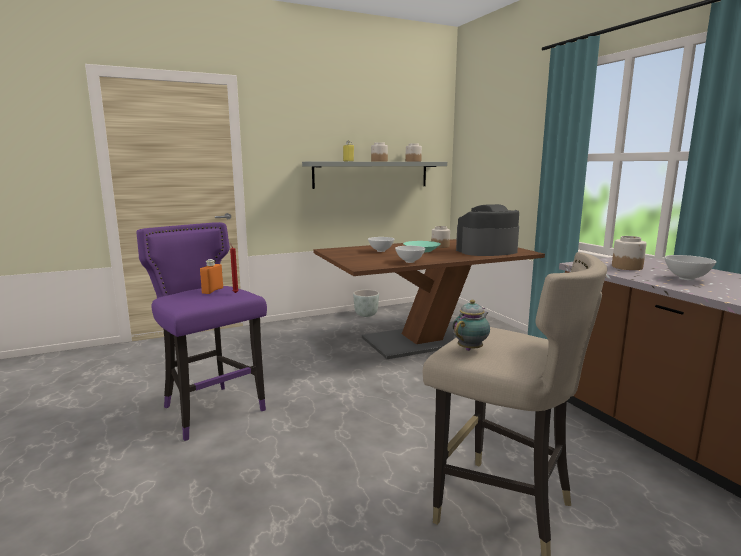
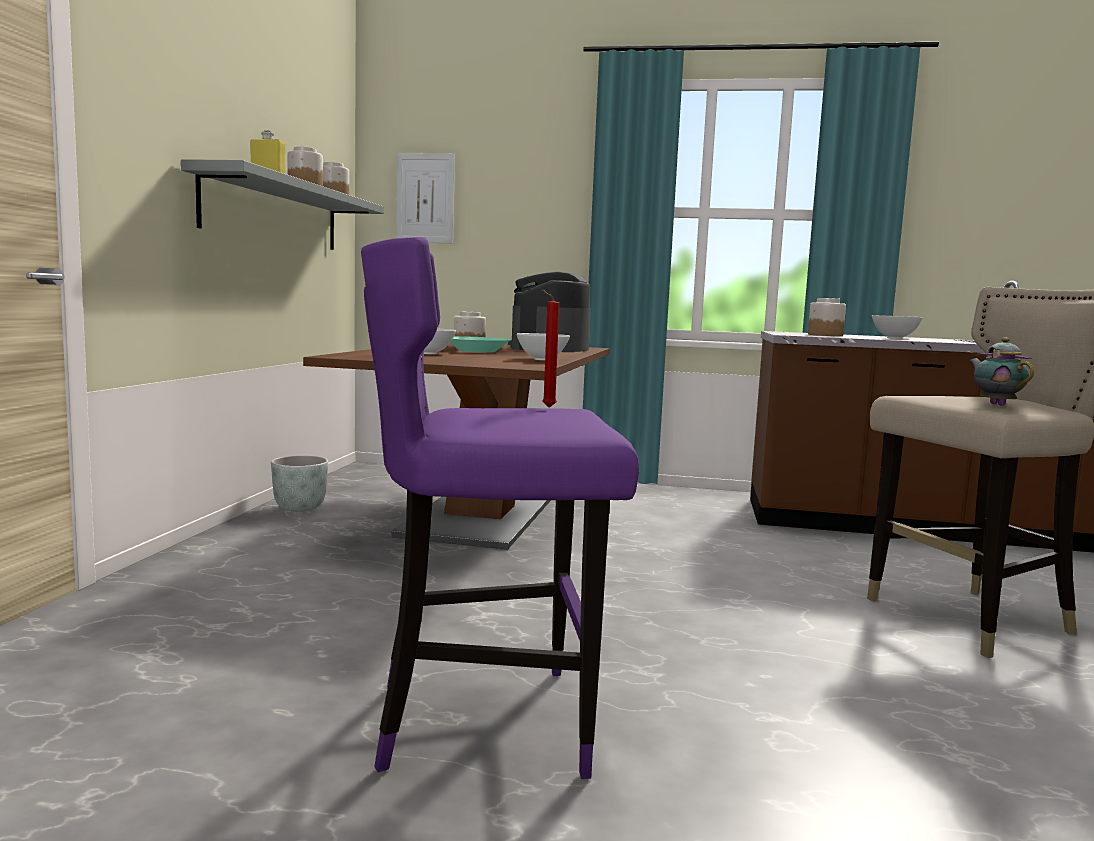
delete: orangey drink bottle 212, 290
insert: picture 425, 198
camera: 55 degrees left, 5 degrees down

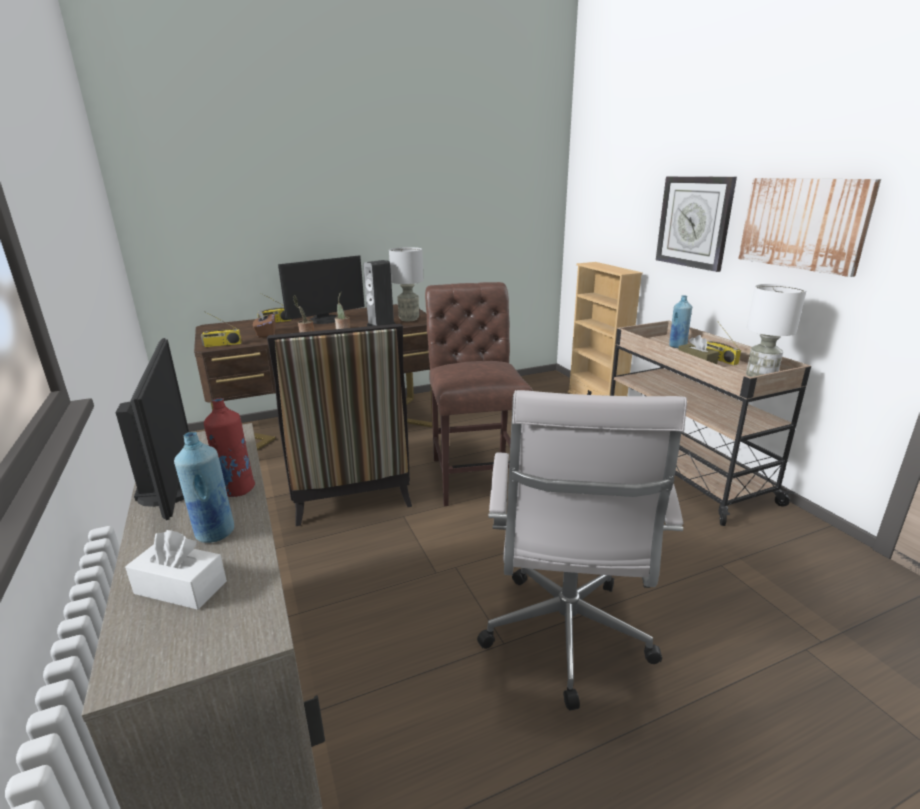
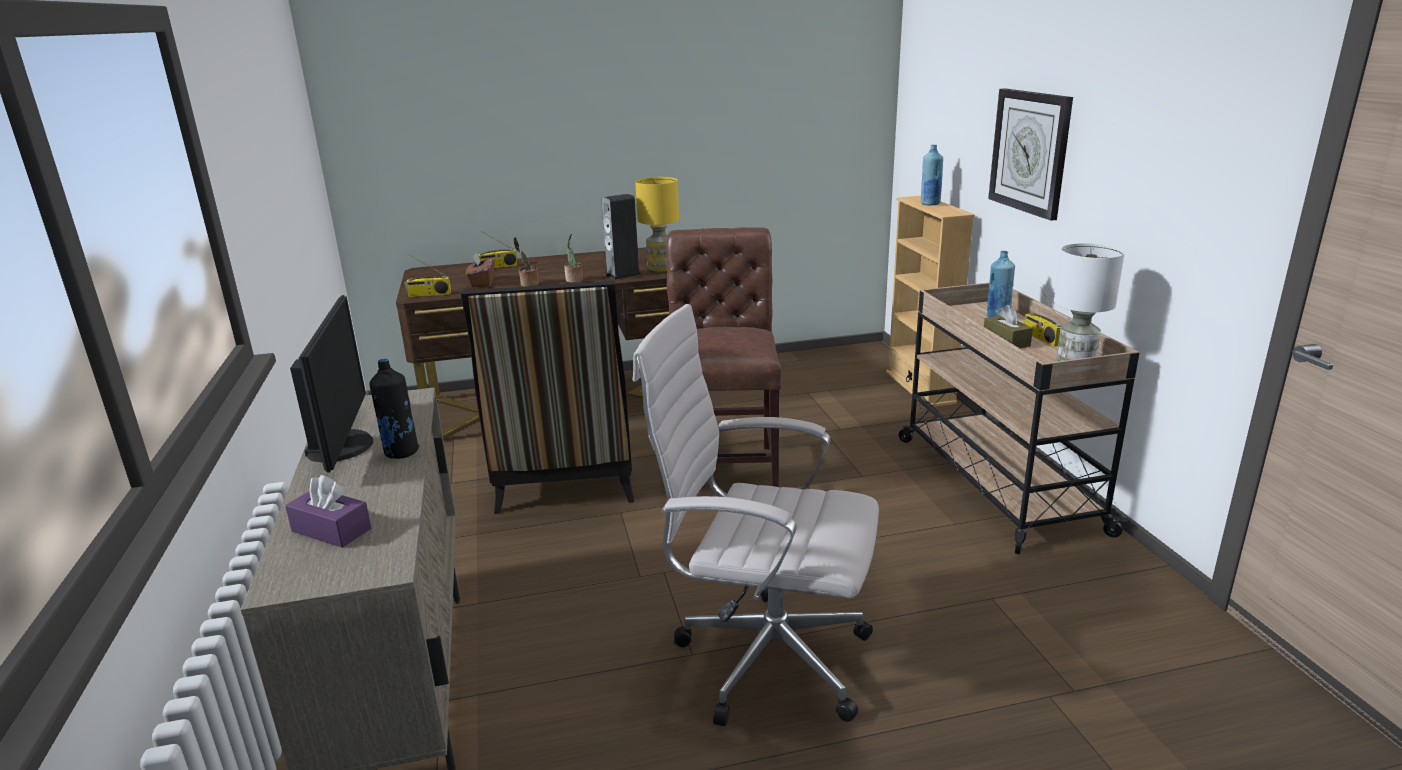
delete: picture 803, 223; computer screen 326, 320
move: blue drink bottle 214, 533 to 930, 204
recolor: greyish tabletop lamp 408, 319 to yellow-coloured tabletop lamp 660, 268; red-coloured drink bottle 237, 489 to black drink bottle 401, 452; white-coloured tissue box 180, 587 to purplish tissue box 331, 530
rotate: white-coloured desk chair 566, 640 = 764, 658 90 degrees clockwise
camera: 10 degrees right, 0 degrees up

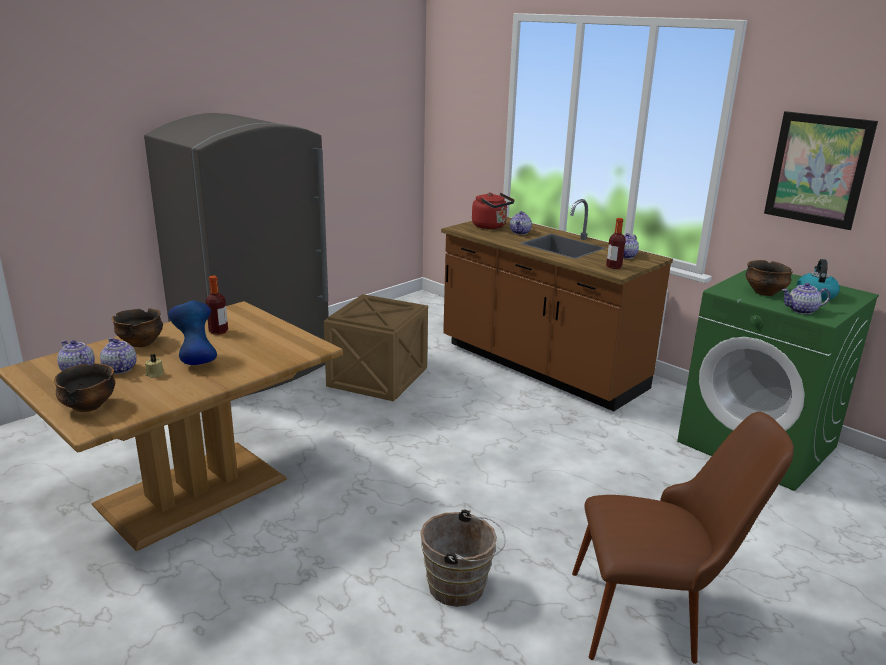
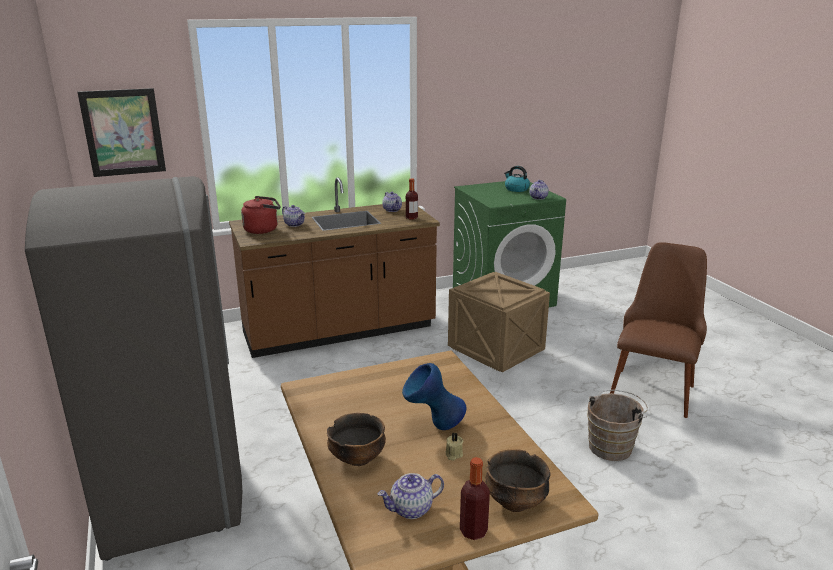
delete: deep dish 764, 292; teapot 119, 369
move: picture 818, 169 to 123, 132; drink bottle 218, 331 to 473, 531; crate 378, 378 to 495, 348
camera: 65 degrees left, 0 degrees up

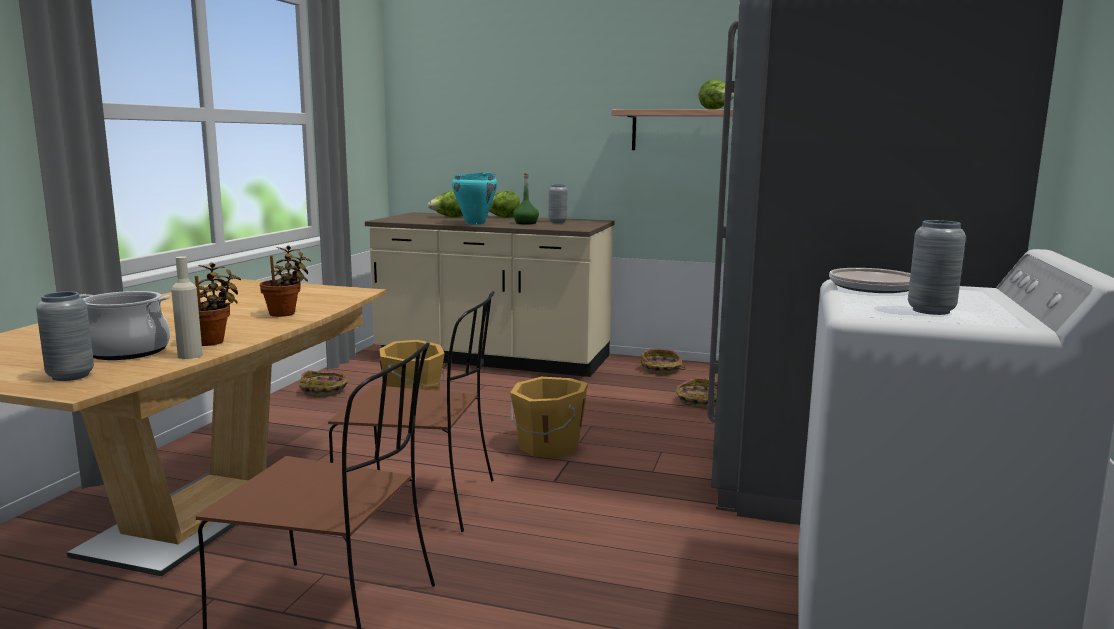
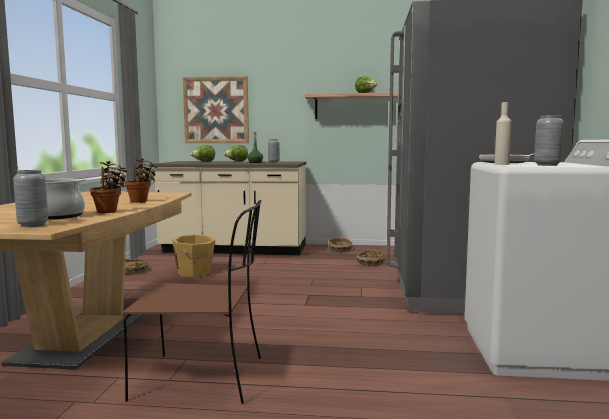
delete: turquoise-coloured saucepot 475, 223; brown-coloured chair 421, 501; orangey bucket 547, 446
insert: picture 216, 110
move: beige drink bottle 190, 355 to 501, 164
camera: 10 degrees left, 5 degrees down

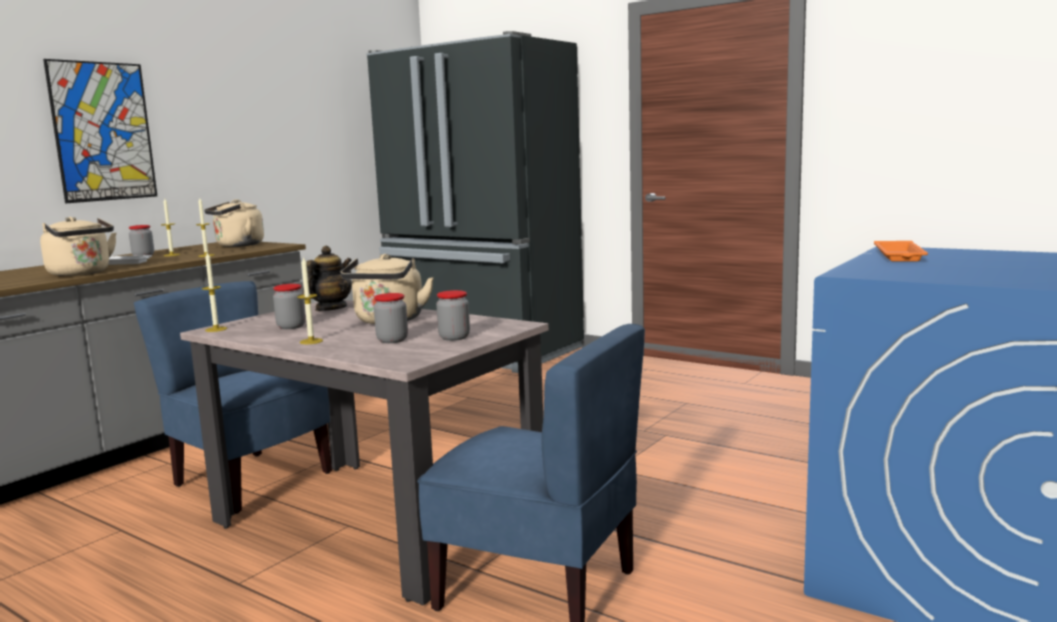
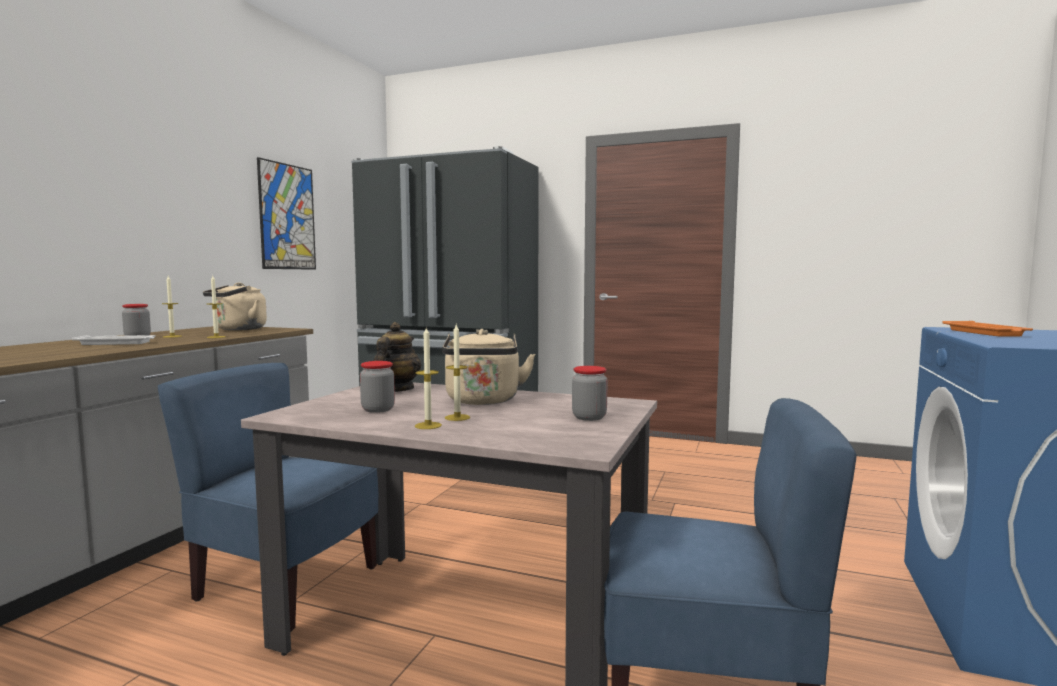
delete: beige water kettle 82, 273; preserve jar 392, 340
move: picture 103, 131 to 287, 217; candle 216, 329 to 457, 417
camera: 15 degrees left, 5 degrees down

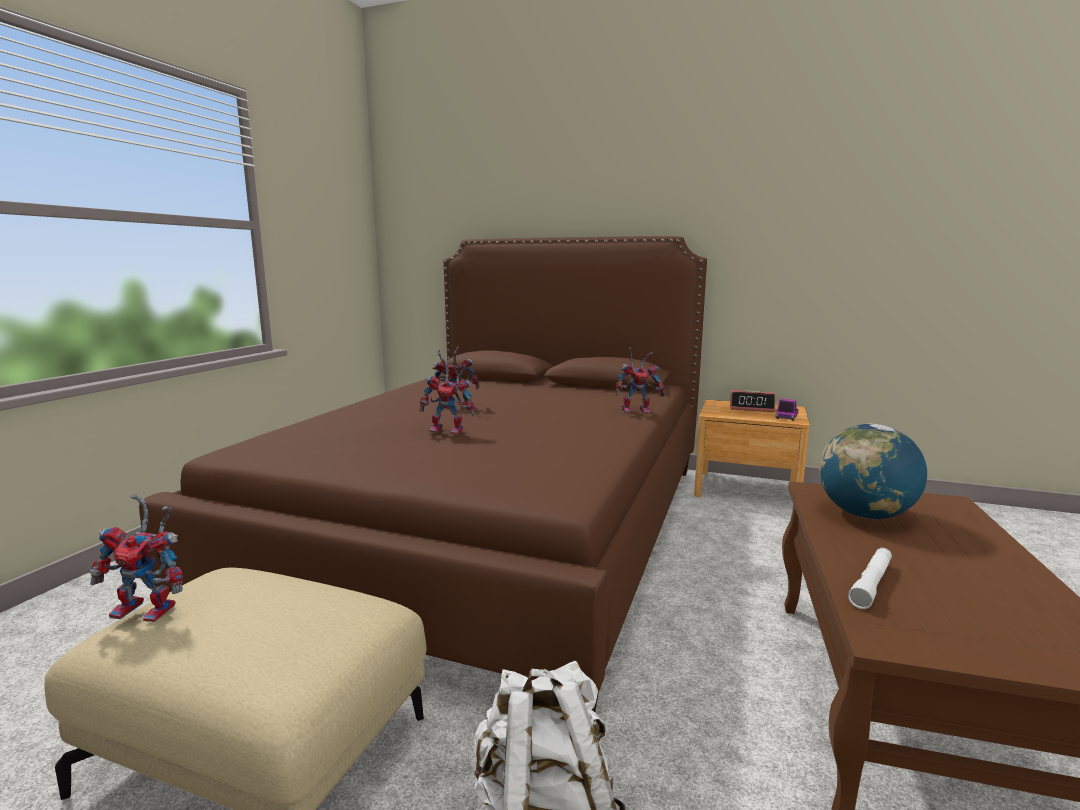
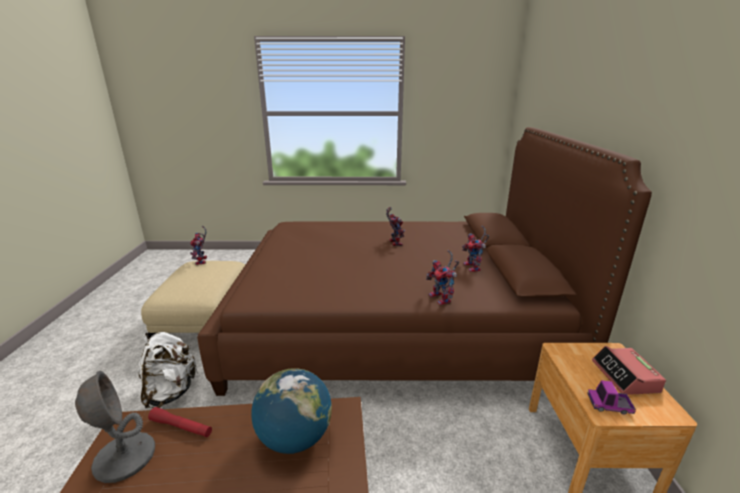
insert: greyish tabletop lamp 124, 457
move: robot figure 450, 430 to 474, 268
recolor: white-coloured torch 871, 584 to red-coloured torch 181, 427
camera: 70 degrees right, 10 degrees up

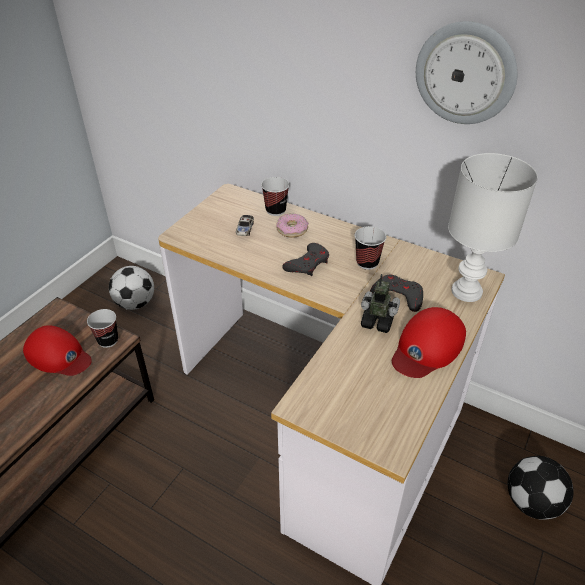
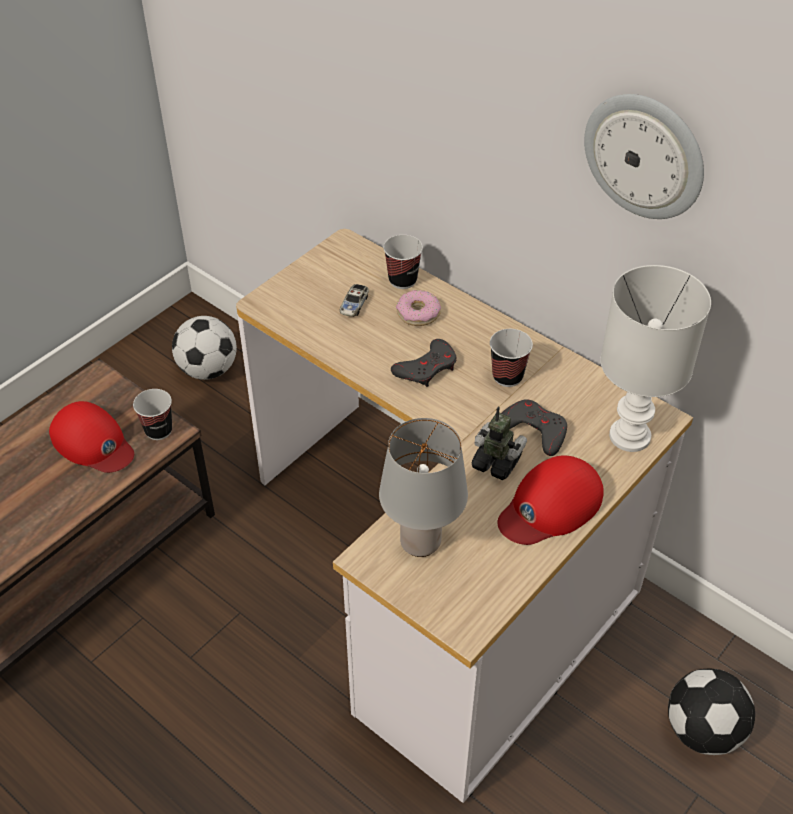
insert: greyish tabletop lamp 421, 542
camera: 10 degrees right, 5 degrees up

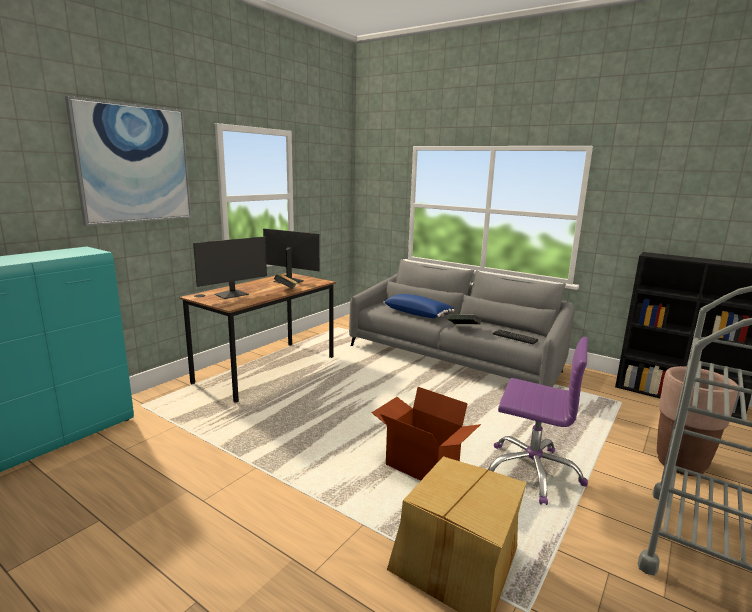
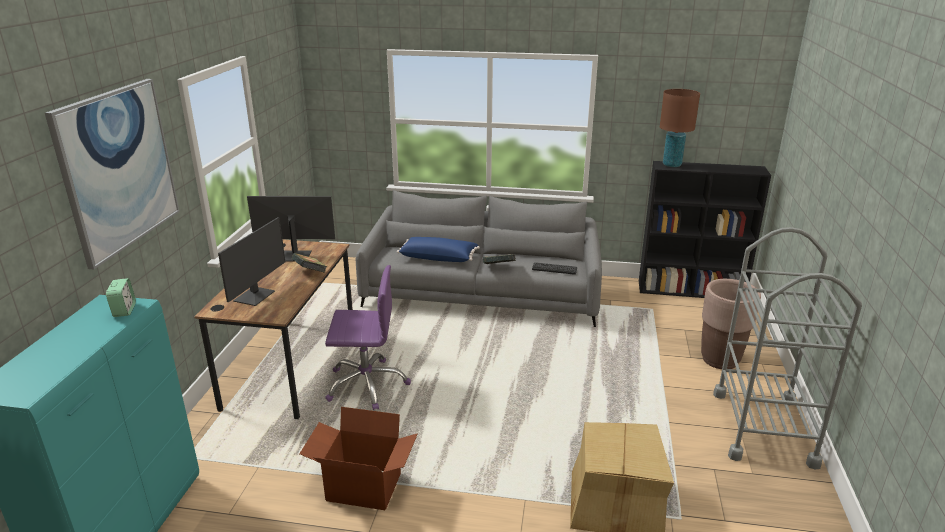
insert: brown-coloured tabletop lamp 672, 165; bedside clock 124, 310
move: purplish desk chair 532, 471 to 367, 384; packing box 421, 465 to 363, 488
camera: 25 degrees left, 10 degrees up

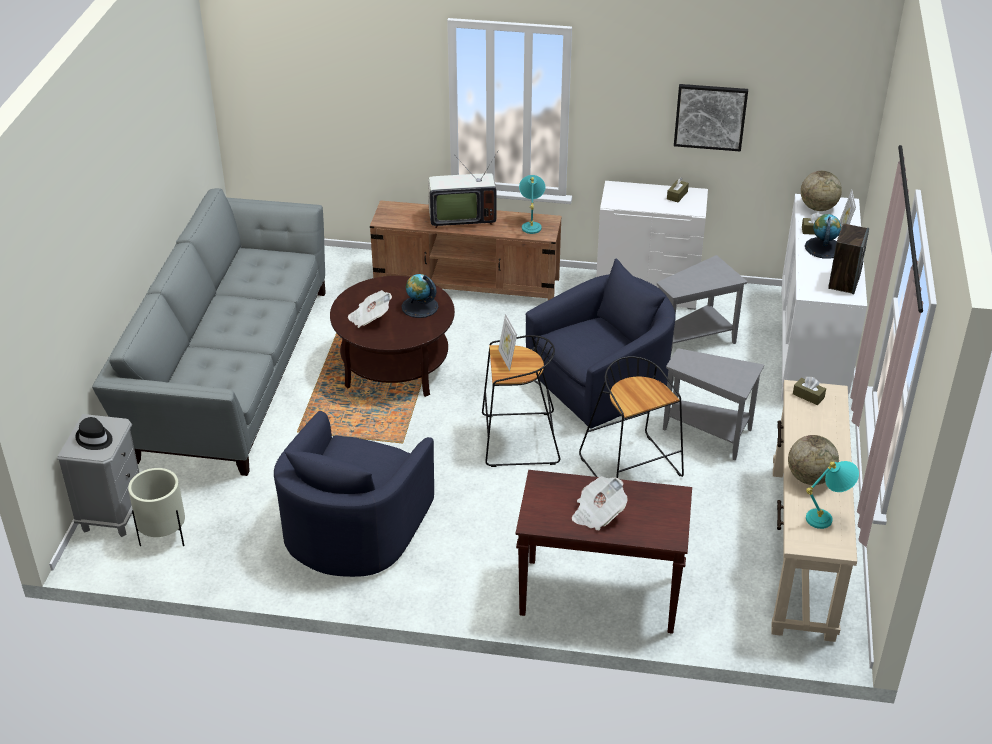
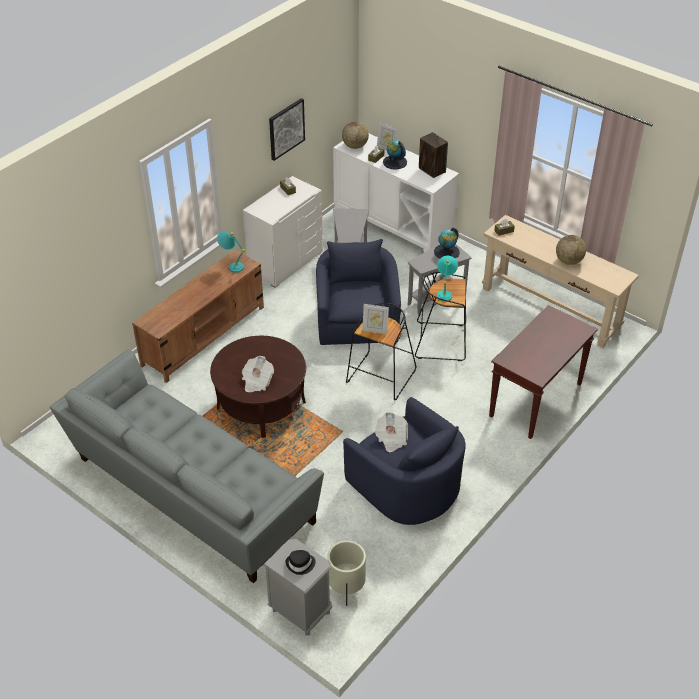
delete: television 461, 217
move: globe 419, 307 to 446, 252; turquoise-coloured tabletop lamp 827, 517 to 445, 292; printed paper 597, 514 to 391, 438
camera: 60 degrees left, 5 degrees up

